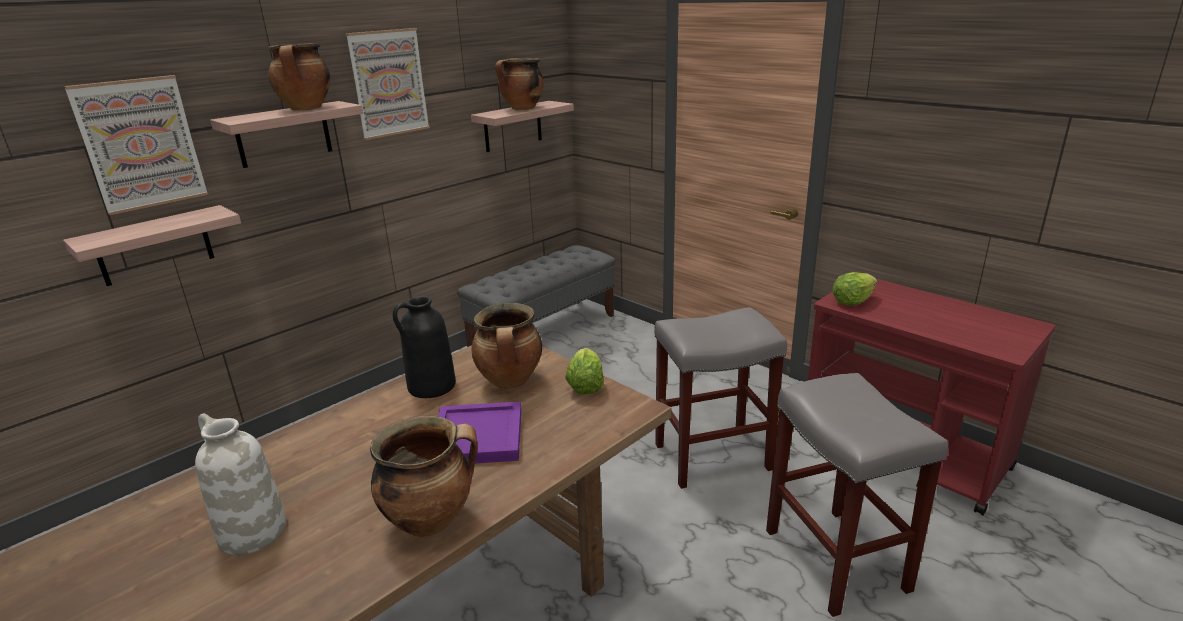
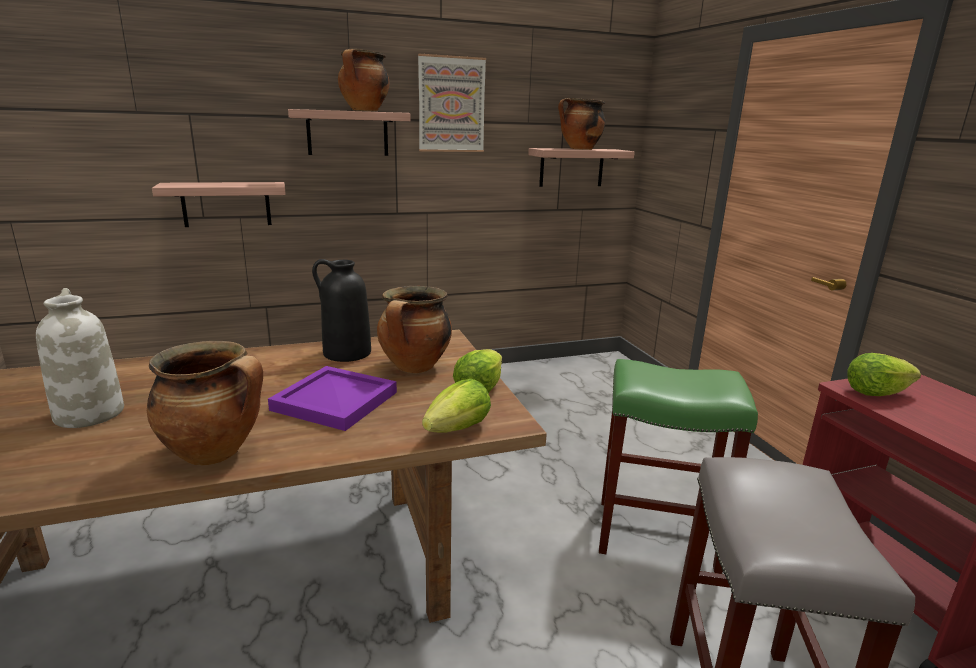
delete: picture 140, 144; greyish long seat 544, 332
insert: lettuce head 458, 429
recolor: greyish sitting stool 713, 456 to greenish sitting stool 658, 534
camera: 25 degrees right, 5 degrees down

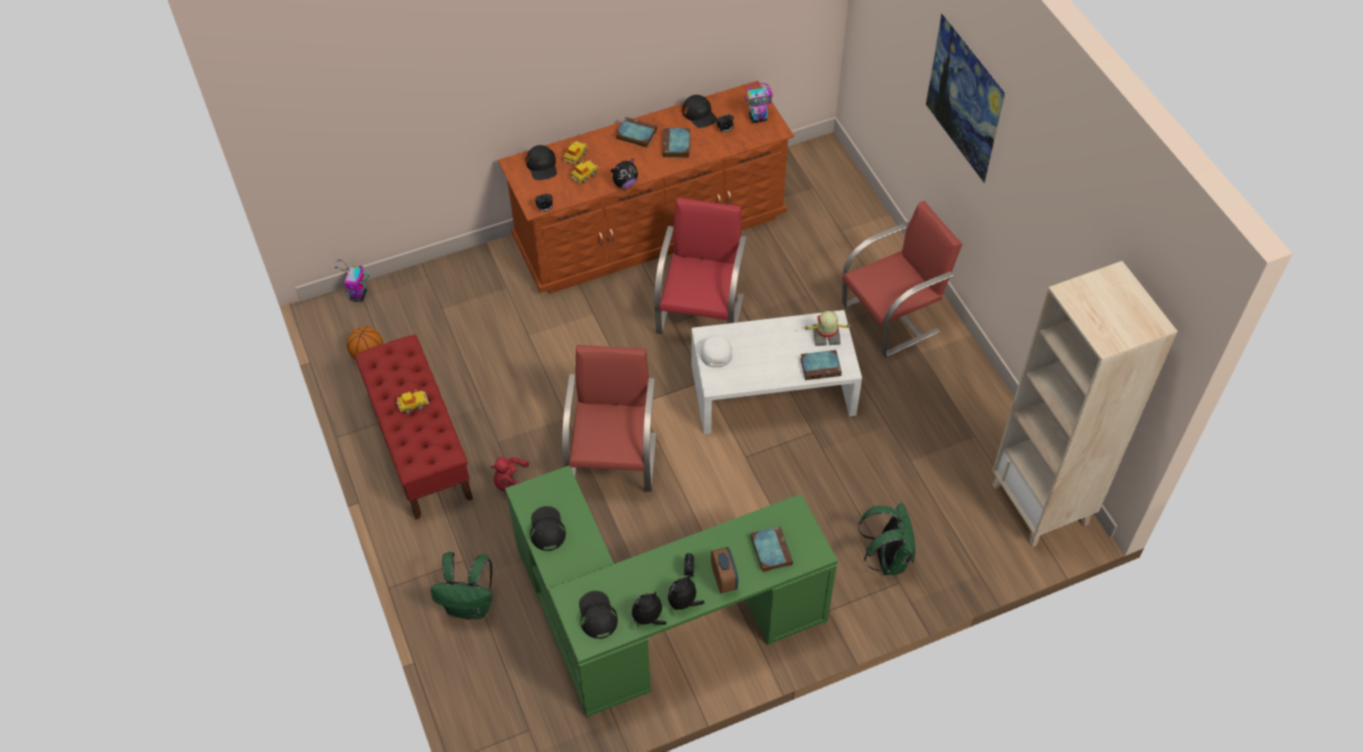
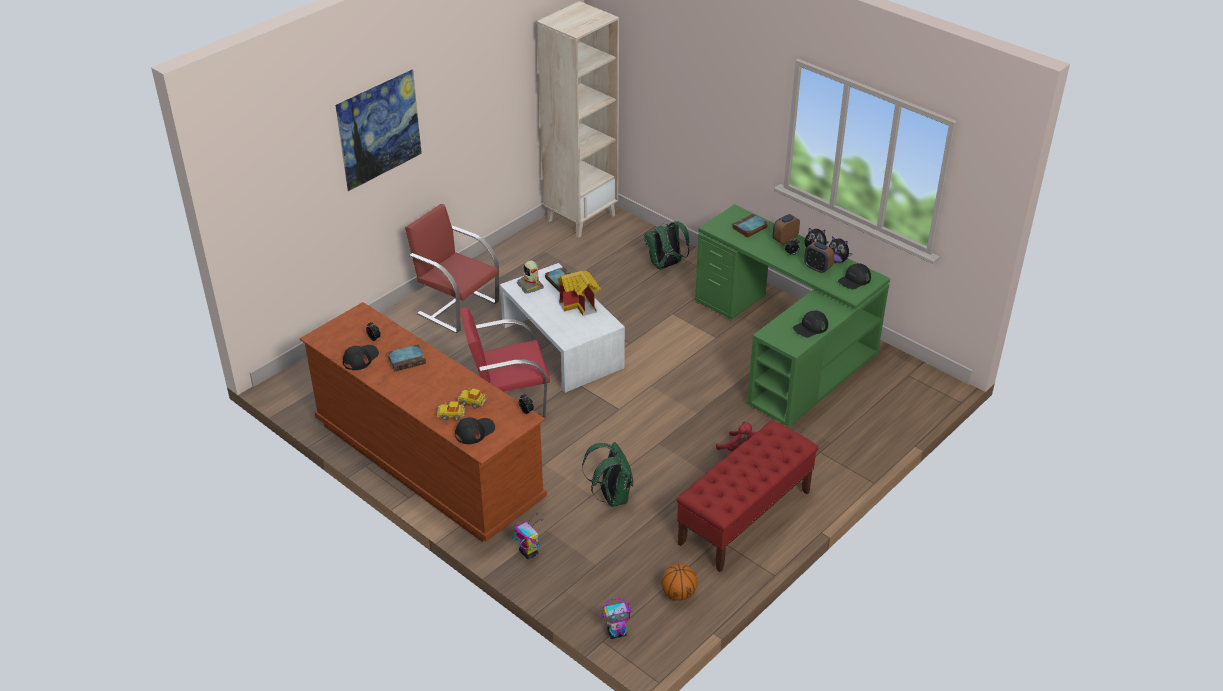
delete: book 635, 134; soft toy 624, 183; white-coloured baseball cap 715, 351; red-coloured chair 613, 459; model car 413, 404
insert: bedside clock 817, 268; miniature house 580, 305
move: robot figure 758, 118 to 528, 552; greenish rucksack 470, 606 to 611, 496
camera: 115 degrees left, 15 degrees down

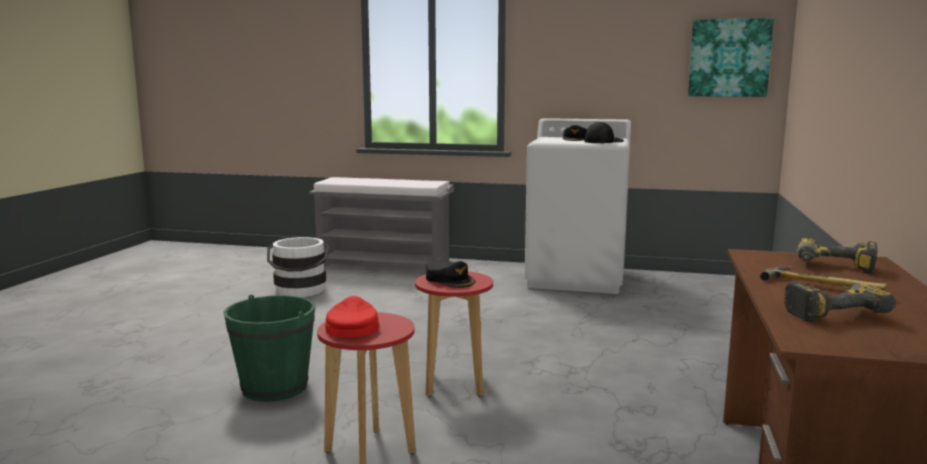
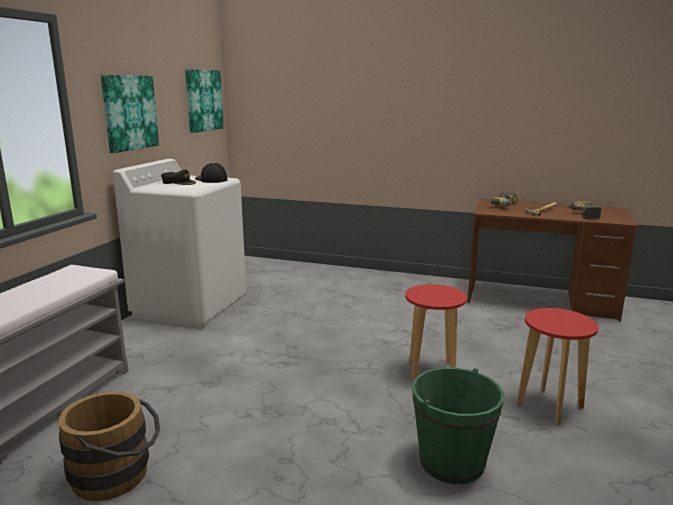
delete: black baseball cap 450, 280; red-coloured baseball cap 352, 327
insert: picture 129, 112
recolor: white-coloured bucket 300, 291 to brown-coloured bucket 118, 475
camera: 85 degrees left, 5 degrees up

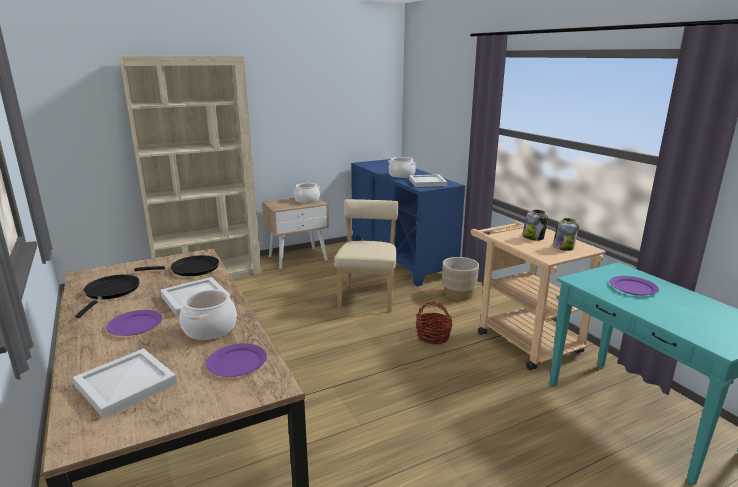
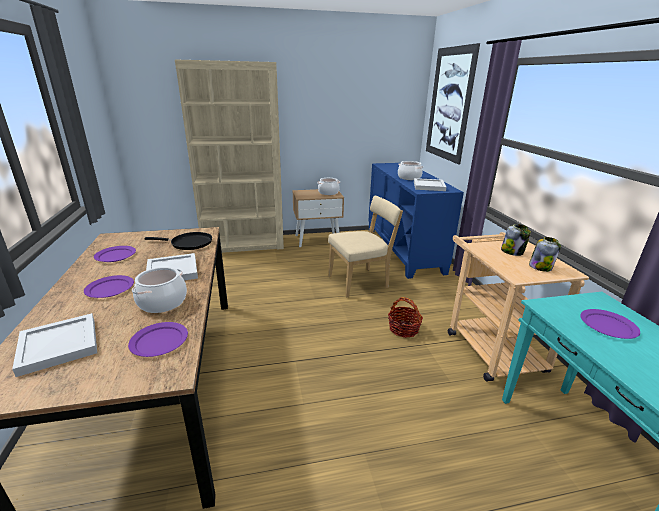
delete: beige planter 458, 294
insert: picture 449, 104
replace: black skillet 111, 292 to purplish dinner plate 116, 255
rotate: beige chair 368, 297 = 361, 282 45 degrees clockwise
camera: 15 degrees right, 5 degrees up

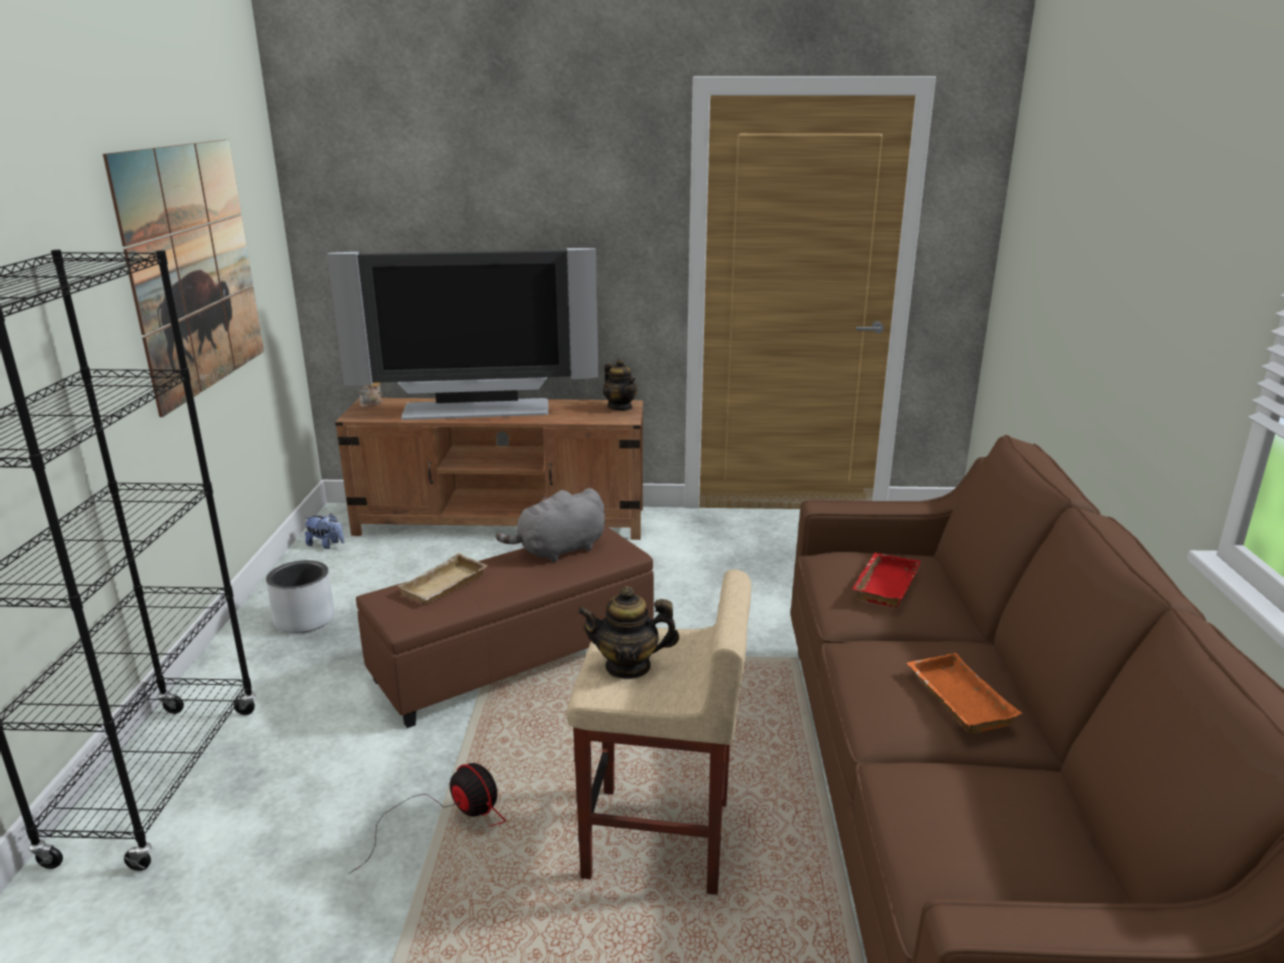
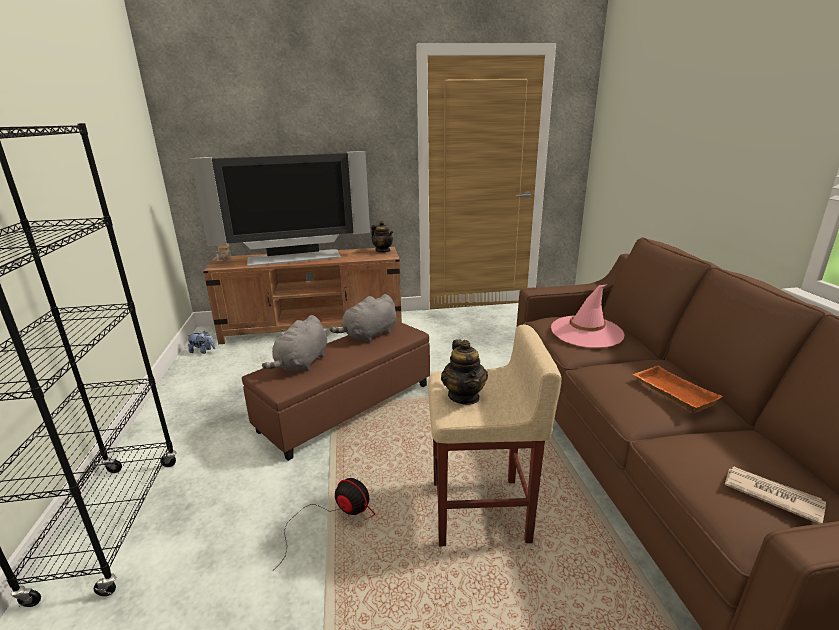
delete: picture 193, 269; greyish planter 305, 619
insert: printed paper 771, 495
replace: beige serving tray 444, 586 to greyish soft toy 301, 364; red-coloured serving tray 883, 584 to pink-coloured clothing hat 586, 332
rotate: teapot 628, 666 = 464, 396 90 degrees counterclockwise
camera: 10 degrees left, 0 degrees up

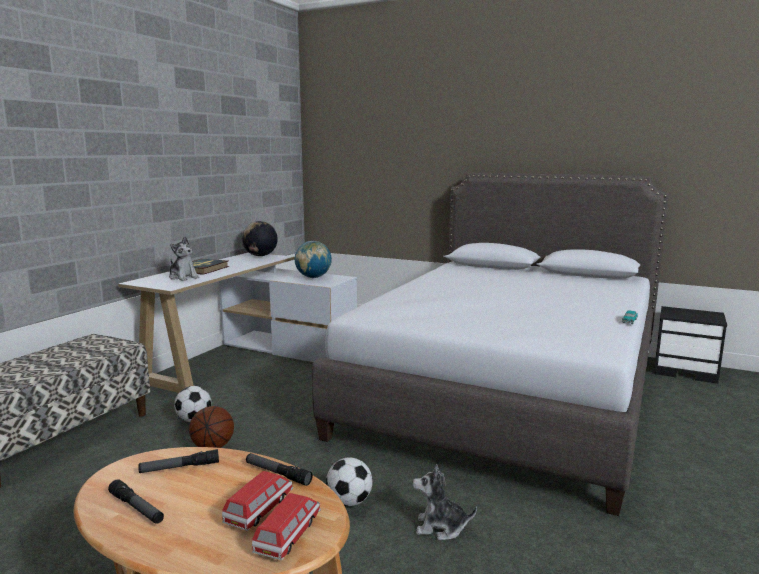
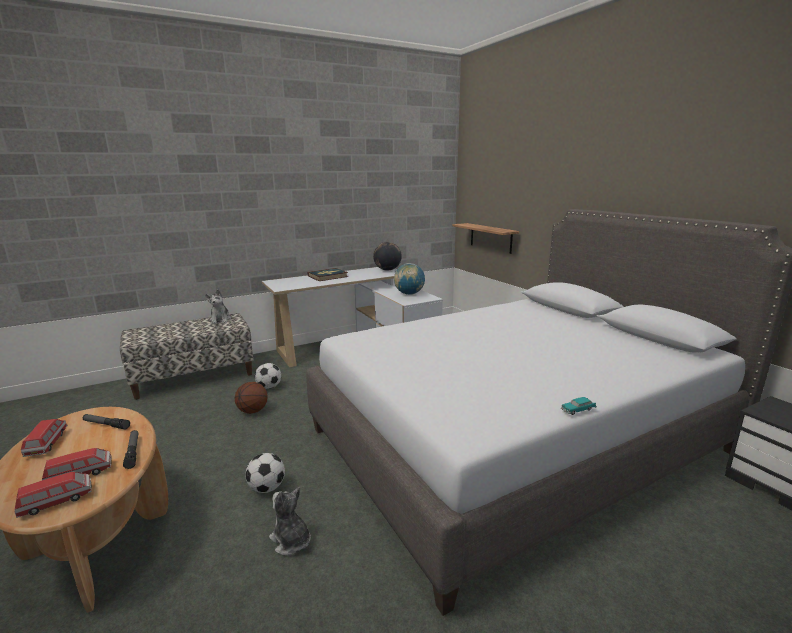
insert: shelf 490, 238
move: soft toy 183, 277 to 220, 320
replace: torch 136, 508 to model car 47, 444
camera: 35 degrees right, 5 degrees up

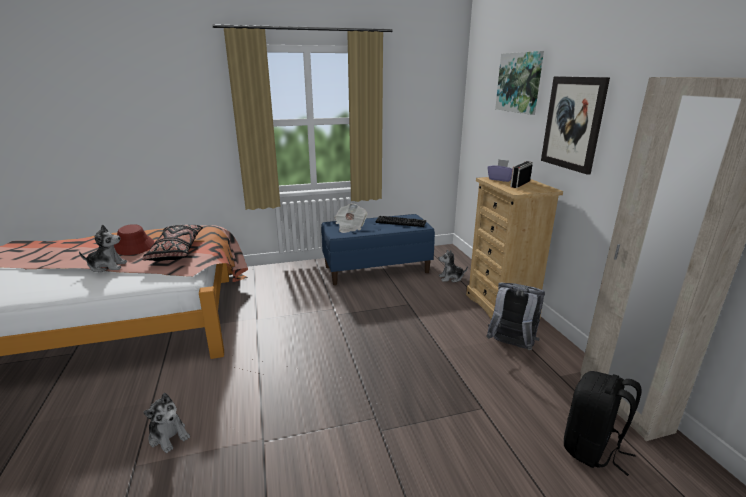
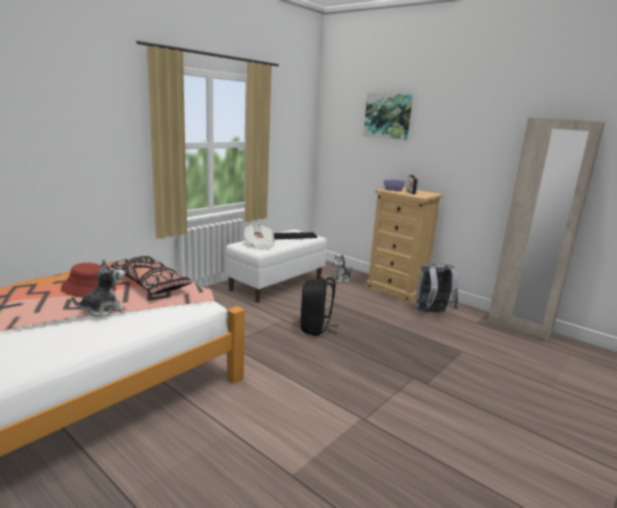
delete: picture 573, 123; soft toy 169, 435
move: black rucksack 592, 448 to 316, 328
recolor: blue long seat 377, 269 to white-coloured long seat 277, 284
camera: 35 degrees left, 5 degrees down

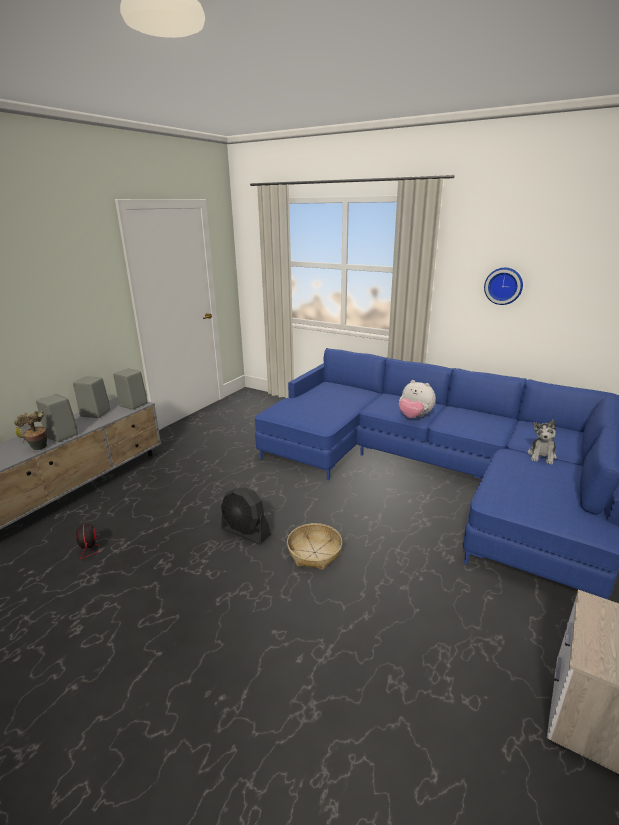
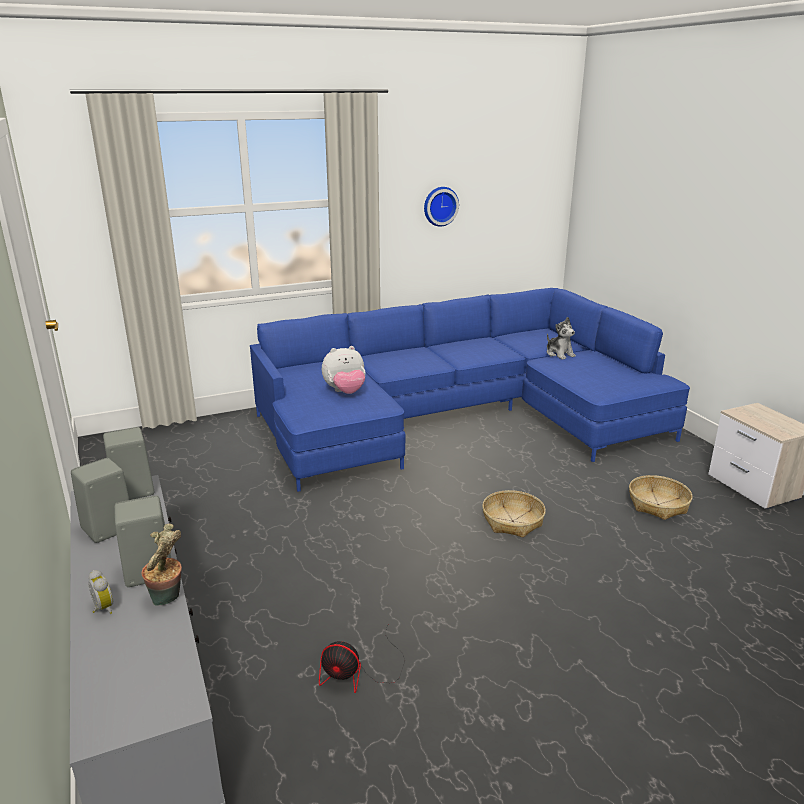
delete: black fan 245, 532
insert: household basket 657, 504
move: soft toy 414, 416 to 345, 392
camera: 55 degrees left, 0 degrees up

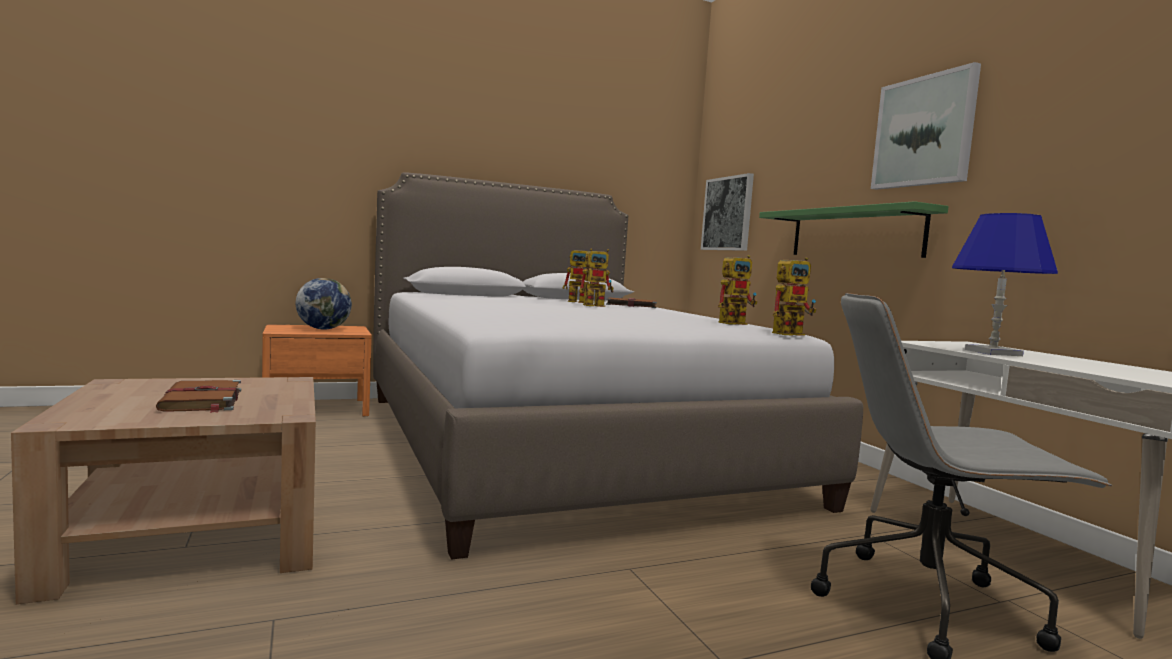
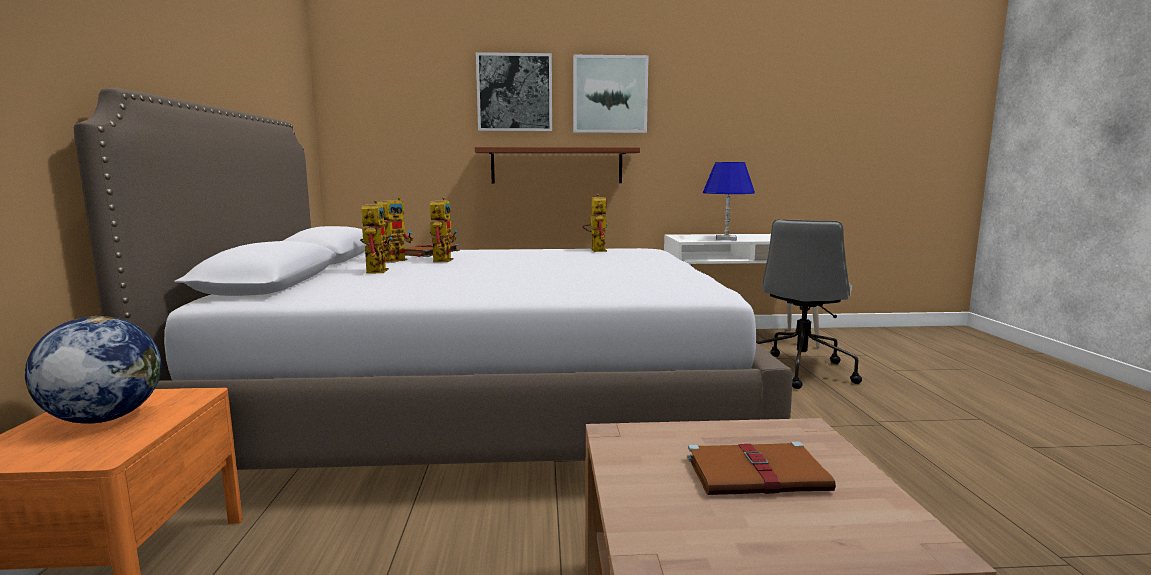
move: picture 728, 213 to 514, 92; robot figure 791, 333 to 375, 270
recolor: greenish shelf 854, 233 to brown-coloured shelf 557, 165
camera: 70 degrees left, 5 degrees up

